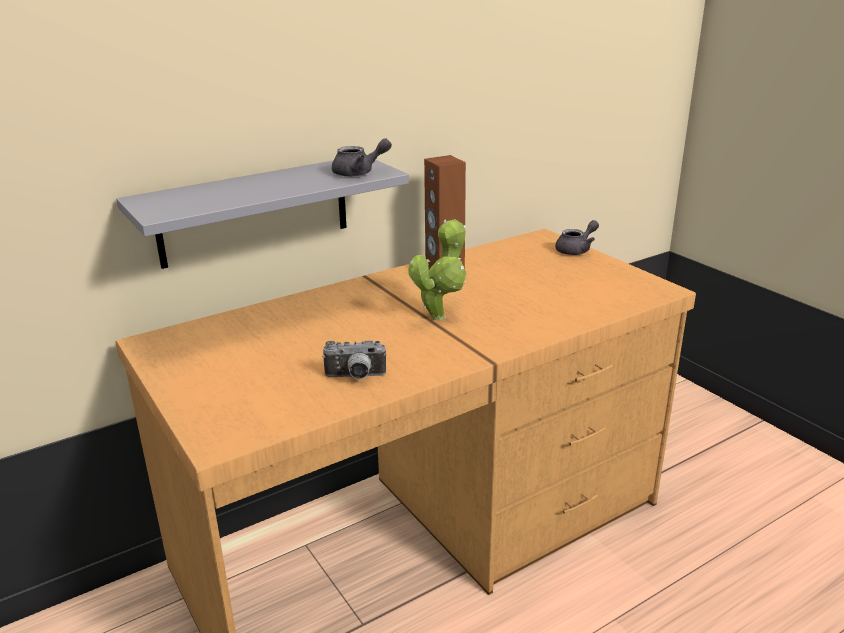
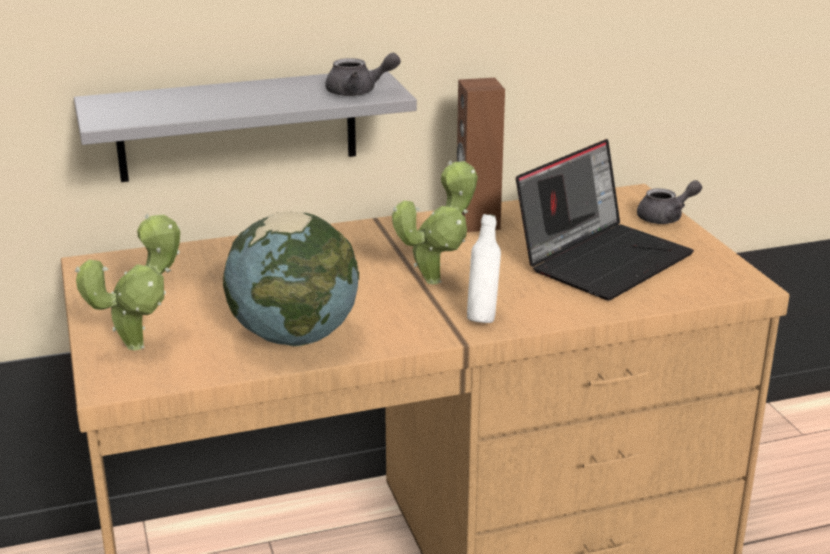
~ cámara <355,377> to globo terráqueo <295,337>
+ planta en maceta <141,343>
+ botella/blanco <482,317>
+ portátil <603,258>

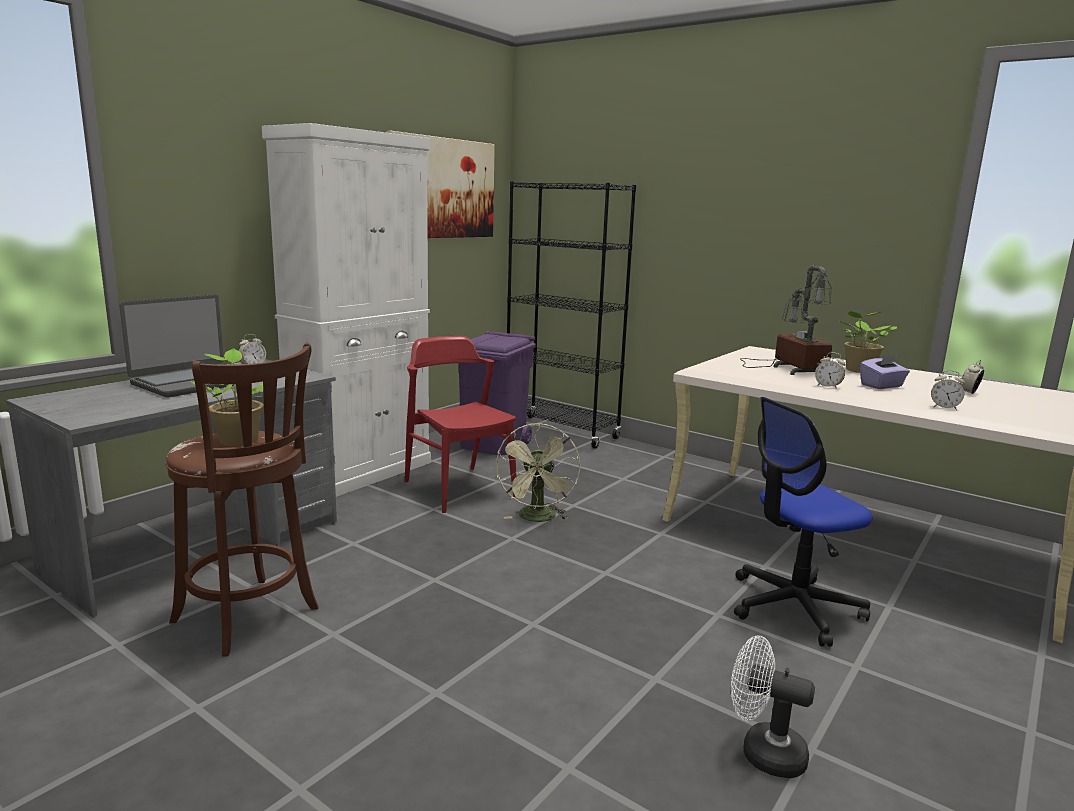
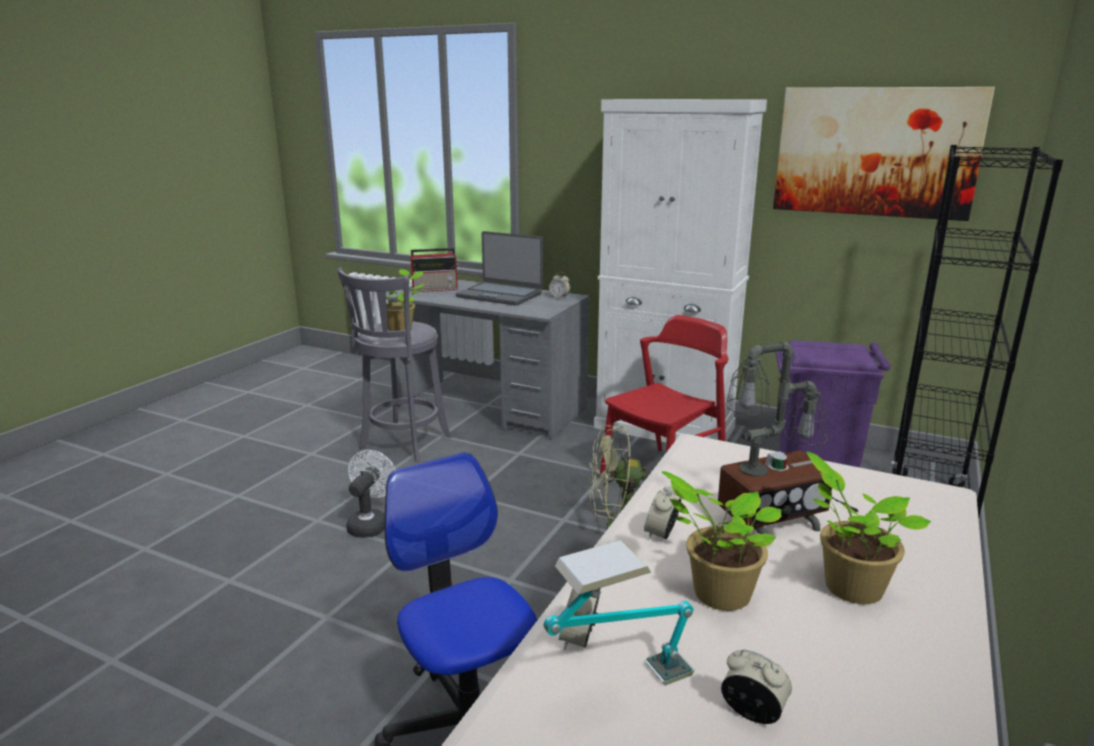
~ taburete/marrón <250,617> to taburete/gris <402,444>
~ ventilador/blanco <763,752> to <370,524>
~ caja de pañuelos/morado <882,386> to planta en maceta <717,594>
+ radio <436,289>
+ lámpara de mesa <620,687>

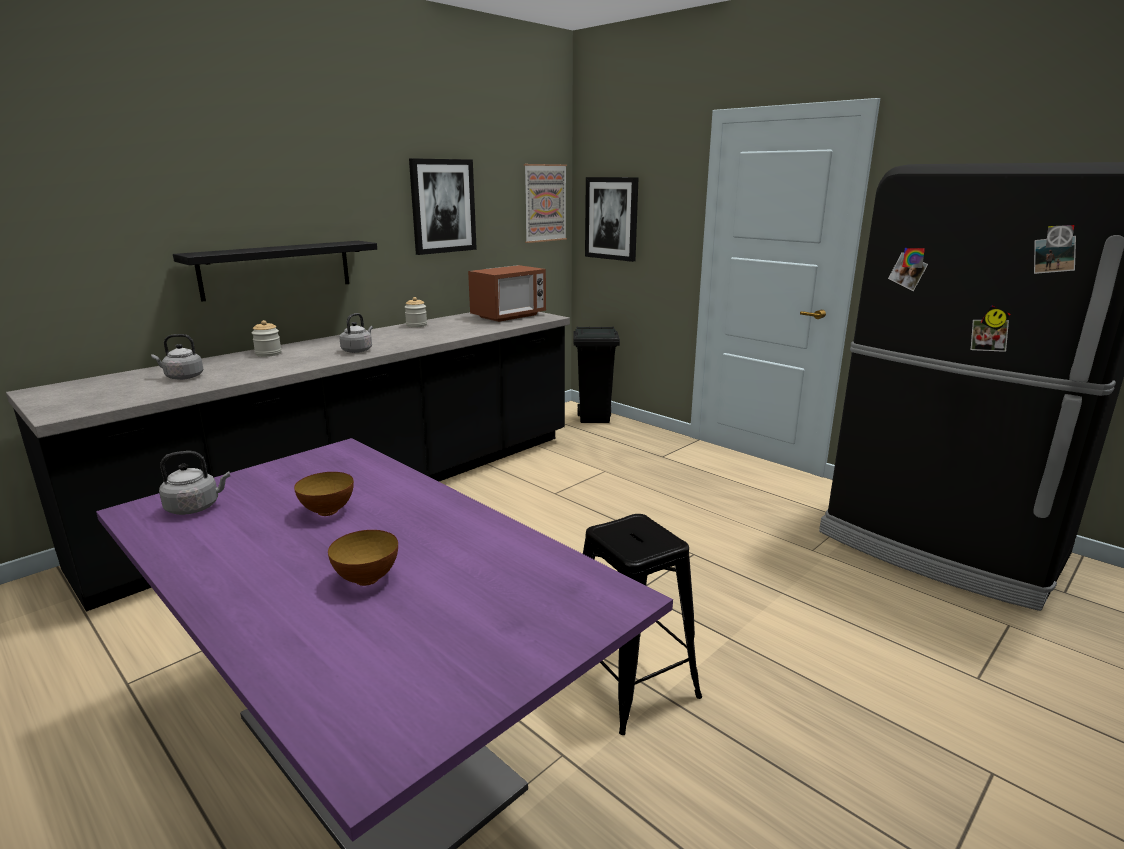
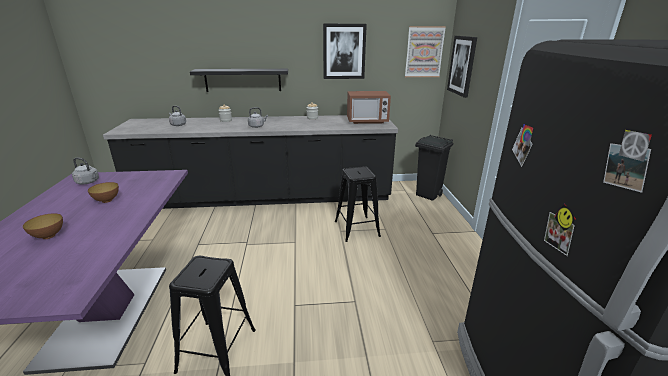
+ taburete/negro <357,228>

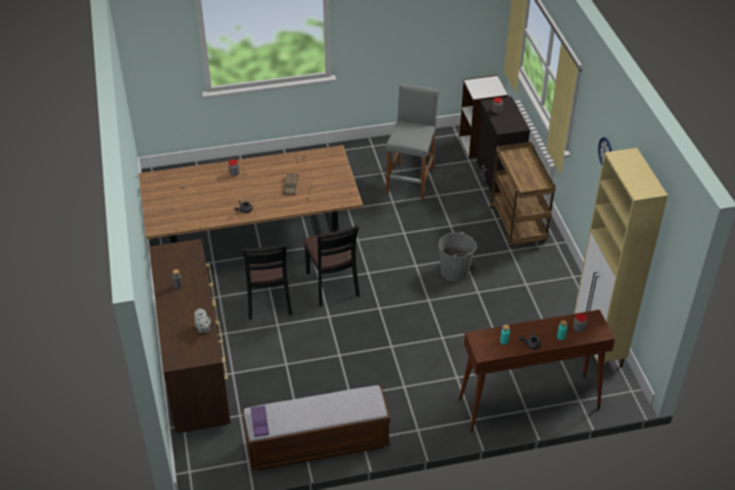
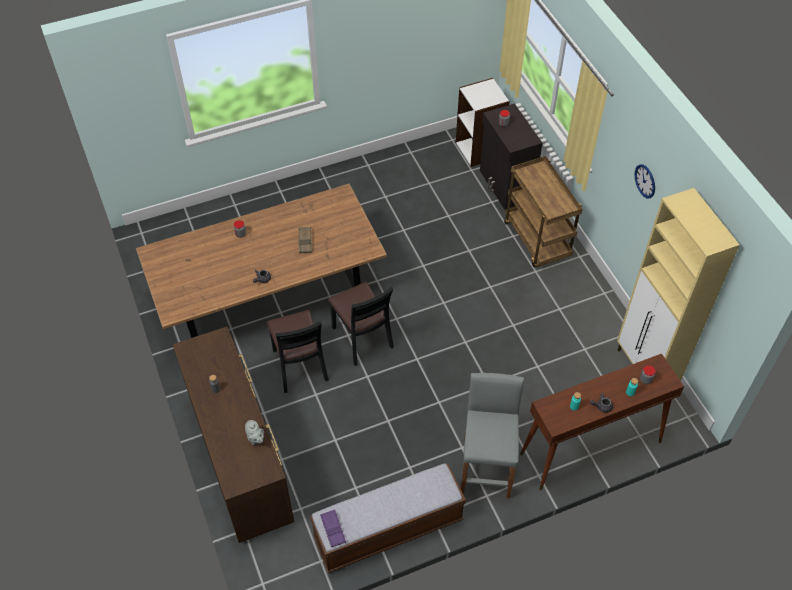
~ taburete/gris <410,180> to <486,467>
- cubo/gris <455,271>

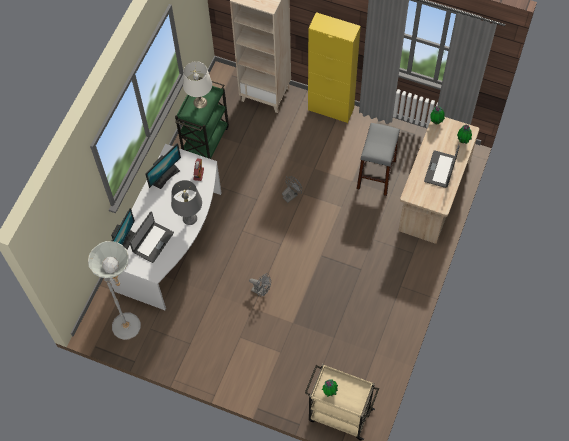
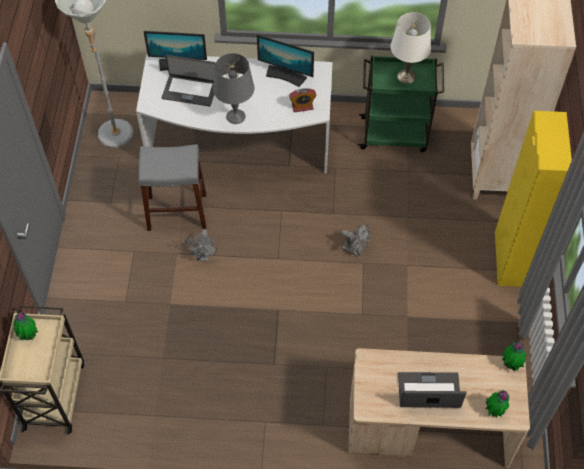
~ taburete/gris <376,174> to <177,212>

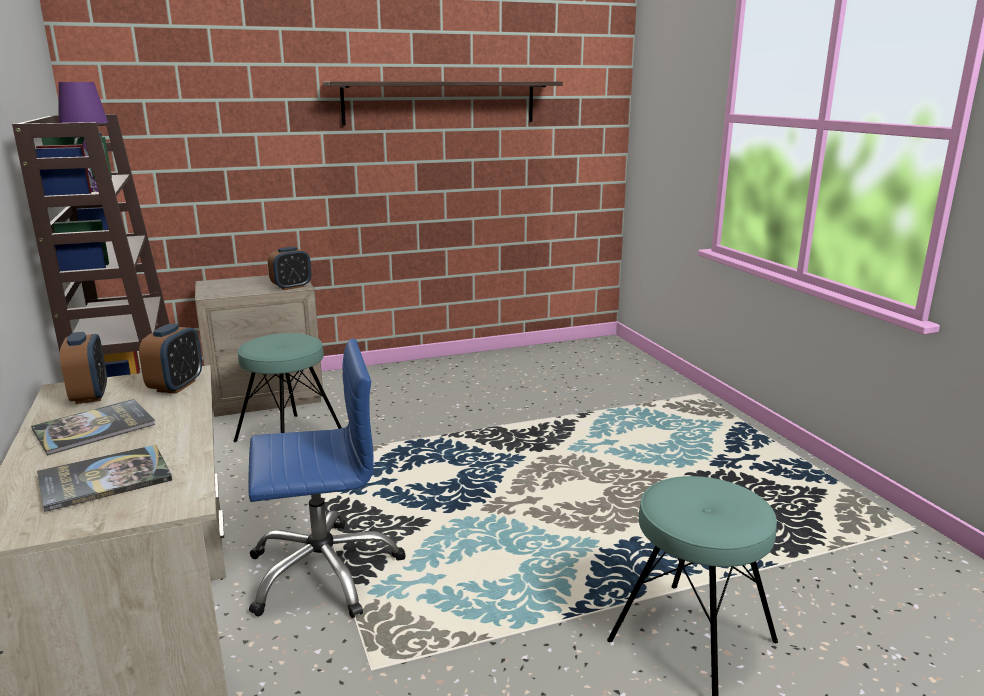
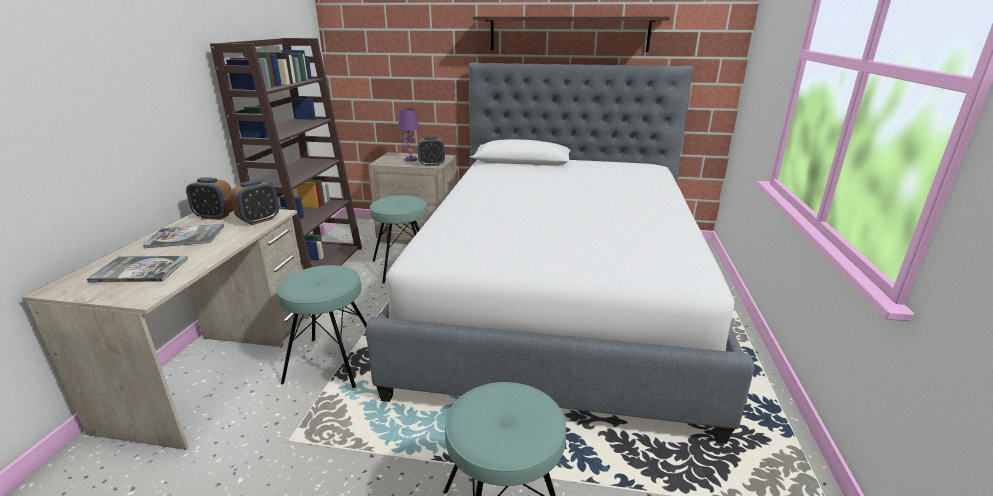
~ lámpara de mesa/morado <94,190> to <410,159>
~ despertador <90,396> = <215,216> 90 degrees clockwise
~ silla de oficina/azul <323,571> to taburete/turquesa <332,362>
+ cama <559,300>

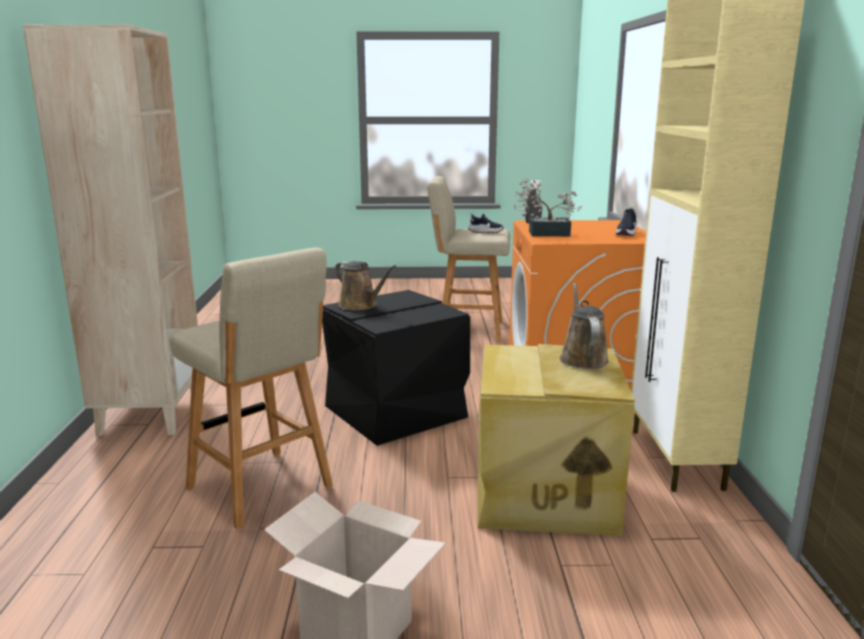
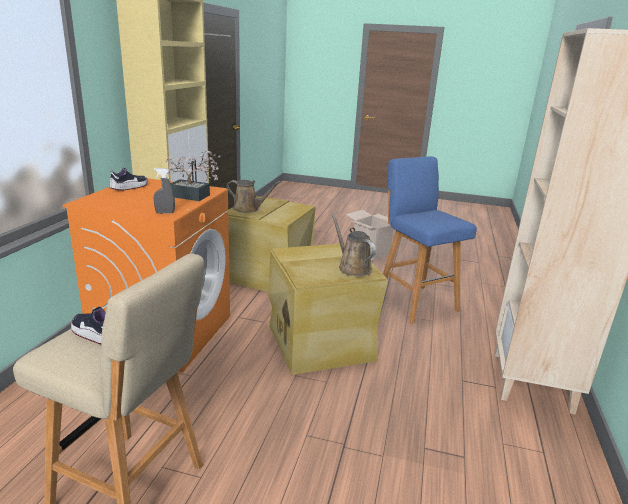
~ taburete/beis <262,489> to taburete/azul <415,302>
~ caja de almacenaje/negro <397,411> to caja de almacenaje/beis <319,341>
~ regadera/marrón <582,358> = <248,209> 90 degrees counterclockwise

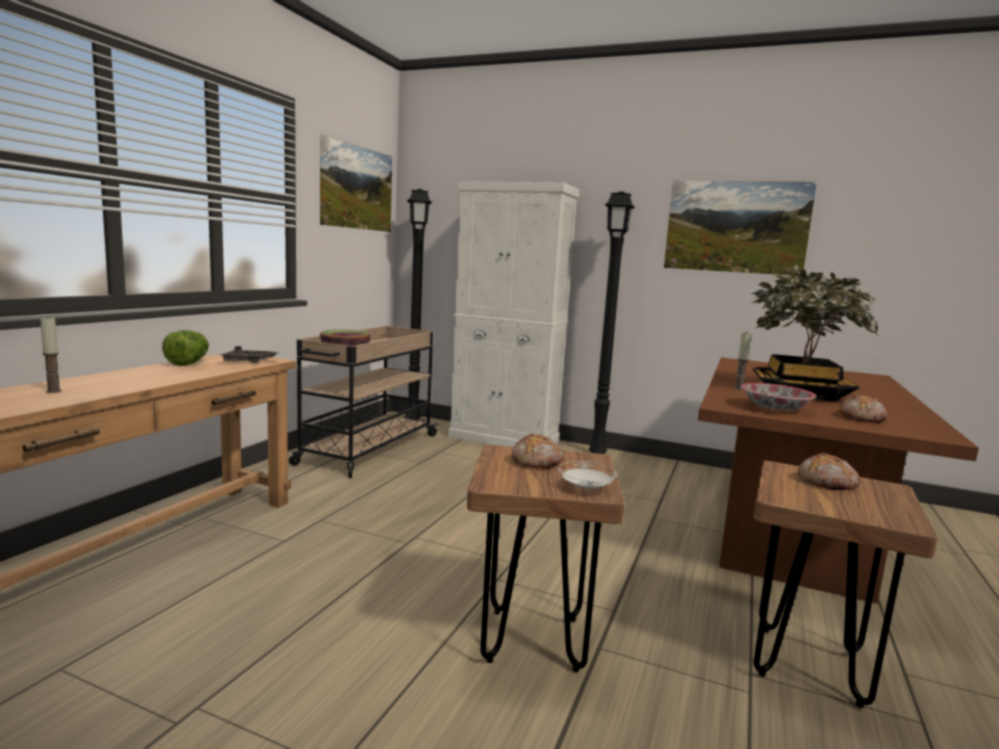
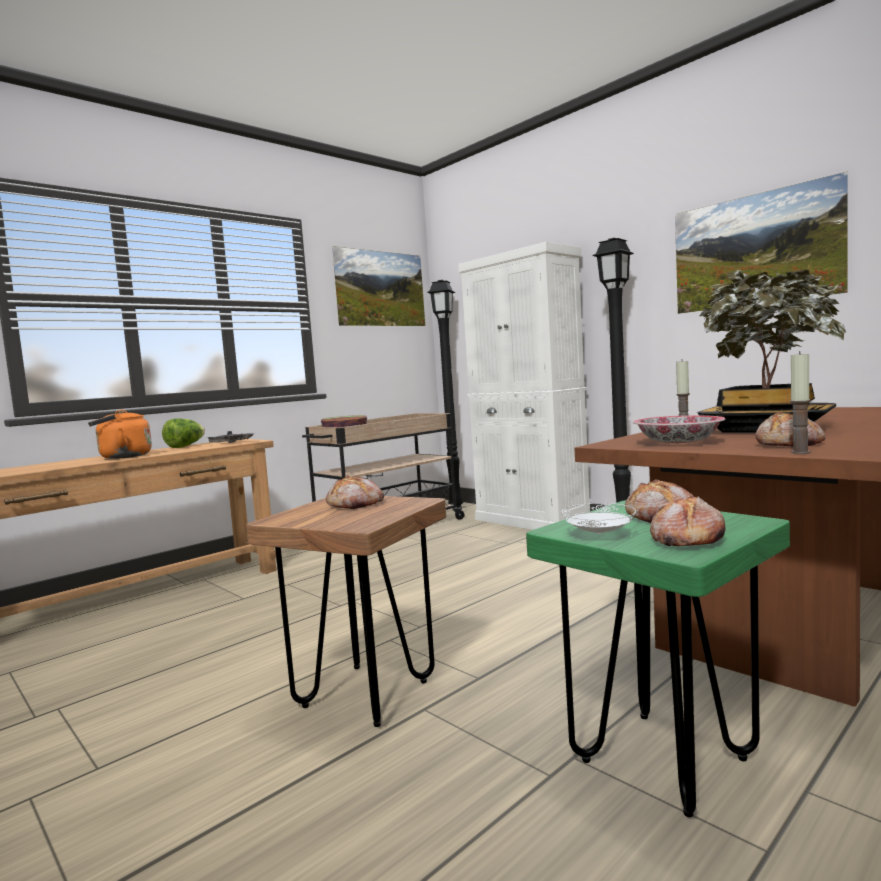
~ vela <53,391> to <800,452>
~ plato/blanco <586,488> to <599,534>
~ taburete/marrón <807,665> to taburete/verde <662,760>
+ hervidor/naranja <122,457>
+ pan <685,539>

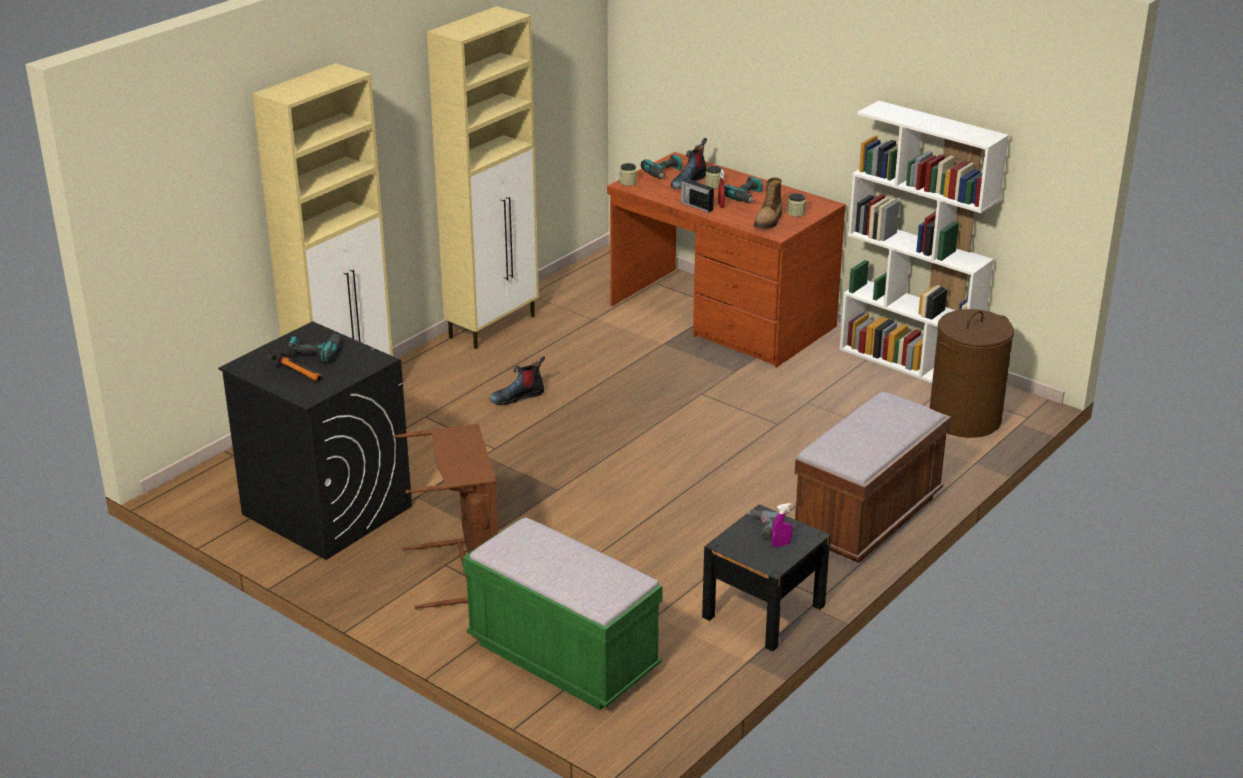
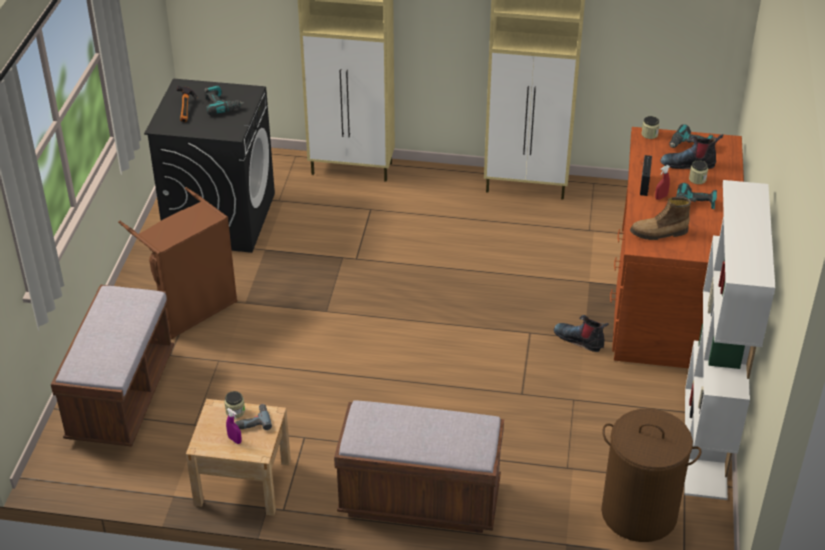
~ banco/verde <562,657> to banco/marrón <122,397>
~ bota <517,396> to <580,340>
~ mesita de noche/negro <763,611> to mesita de noche/beis <243,482>
~ tarro <796,213> to <235,411>

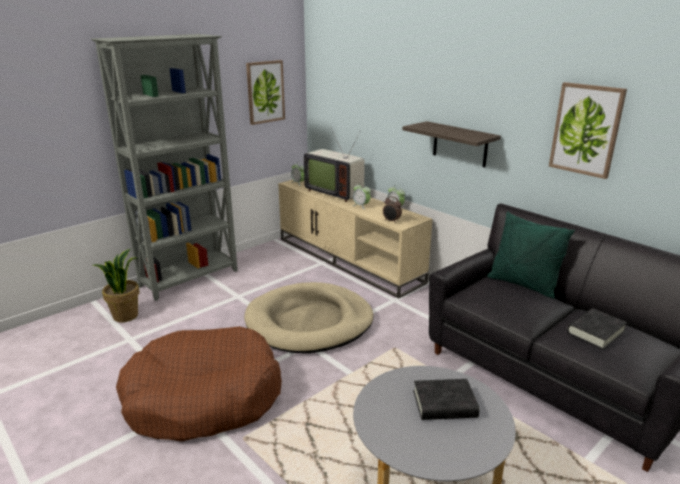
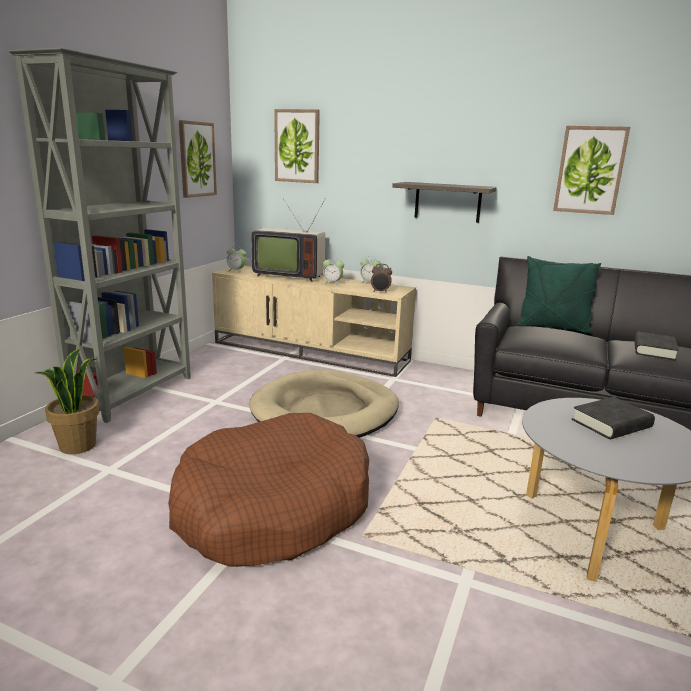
+ cuadro <297,146>

